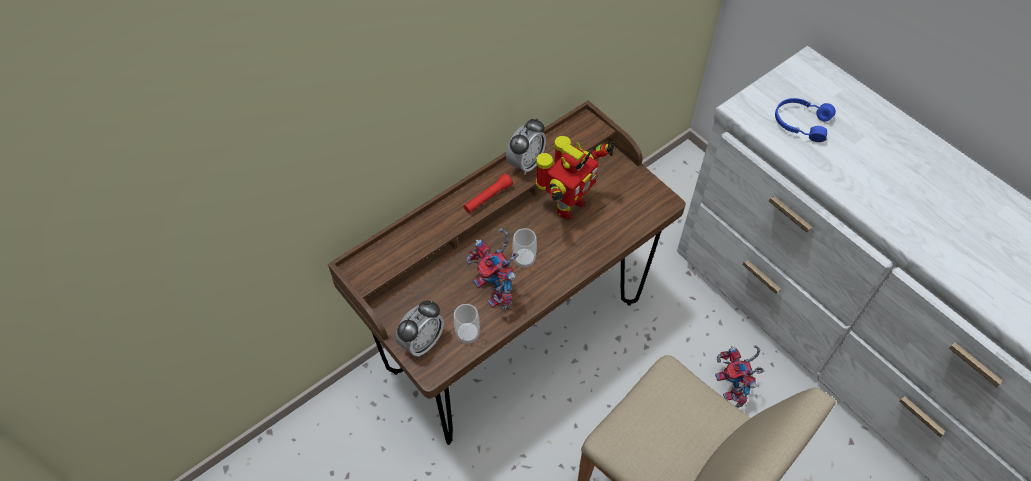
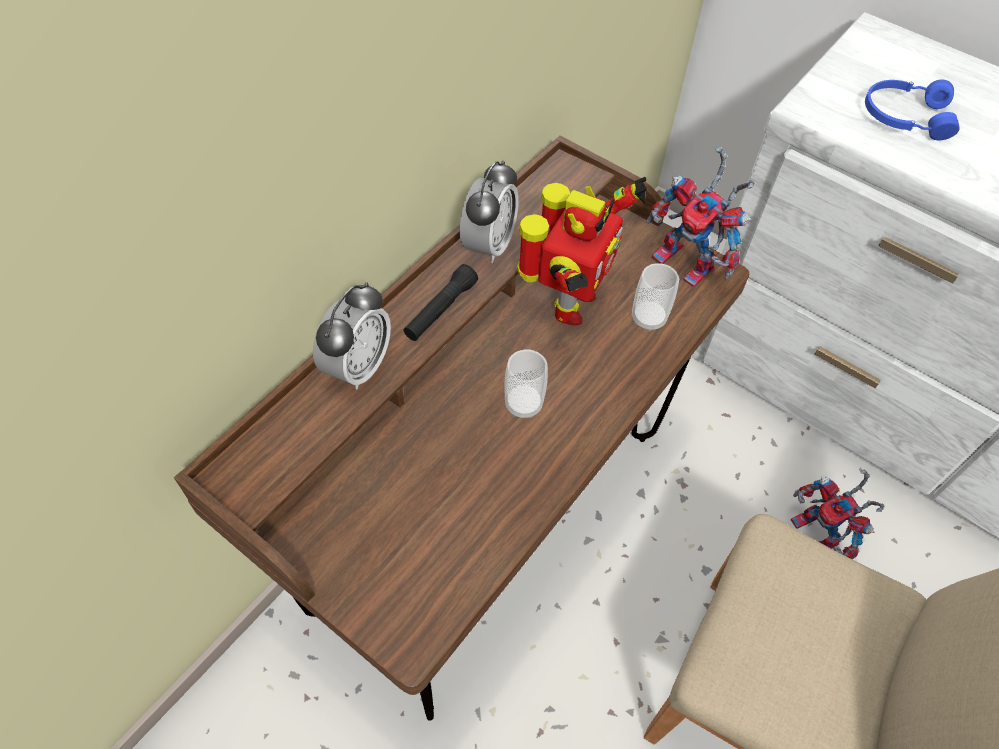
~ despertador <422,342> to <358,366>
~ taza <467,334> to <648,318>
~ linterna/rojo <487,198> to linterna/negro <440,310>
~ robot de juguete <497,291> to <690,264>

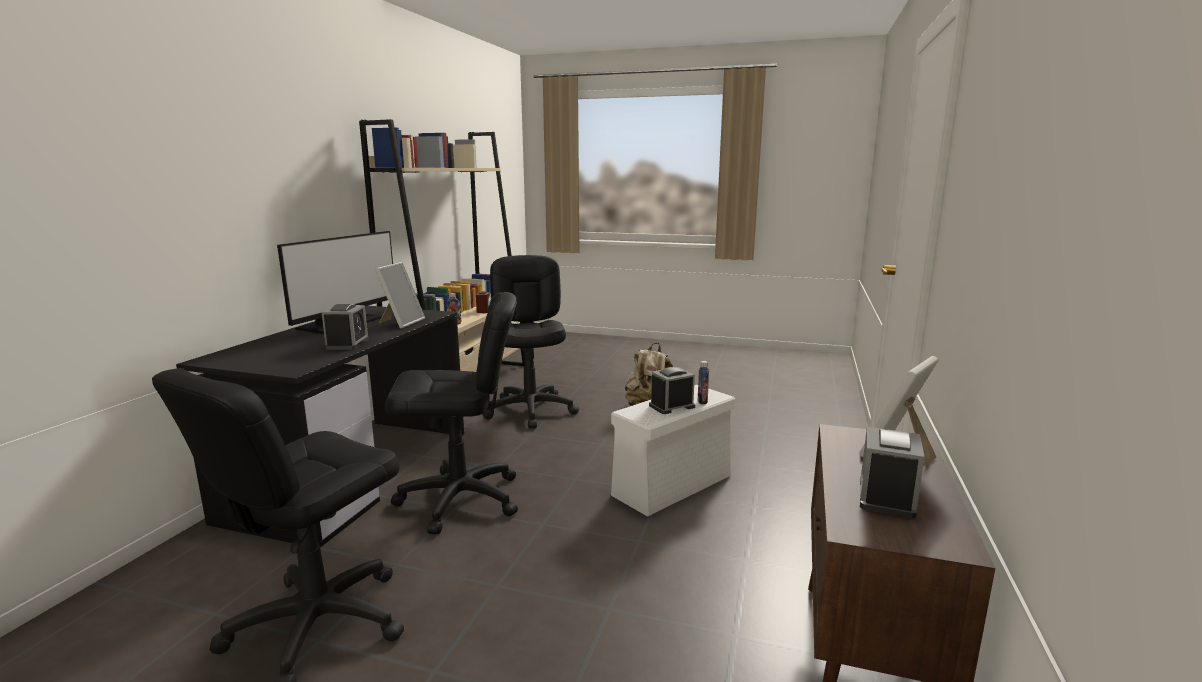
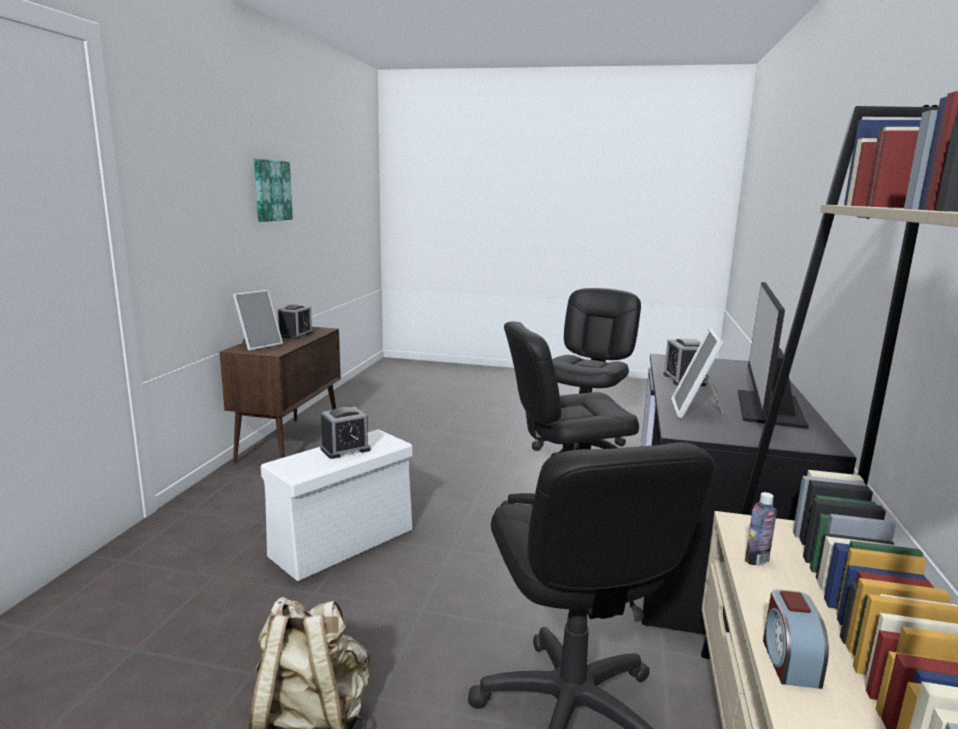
- botella <702,401>
+ cuadro <271,190>

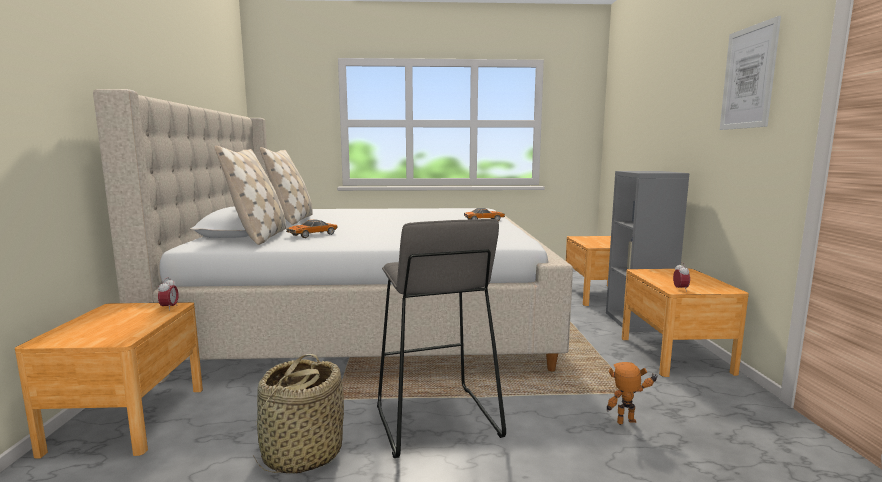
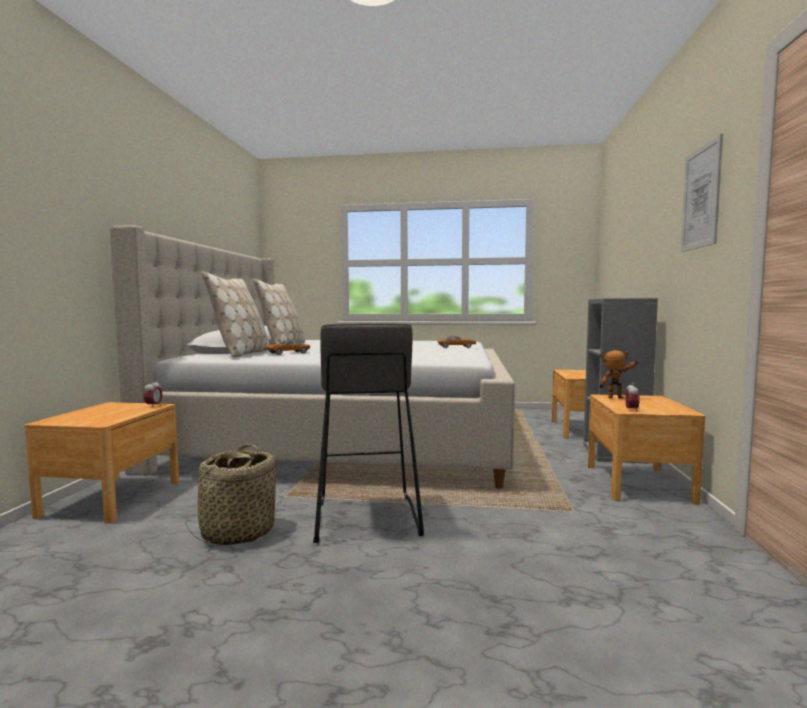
~ robot de juguete <628,424> to <617,398>

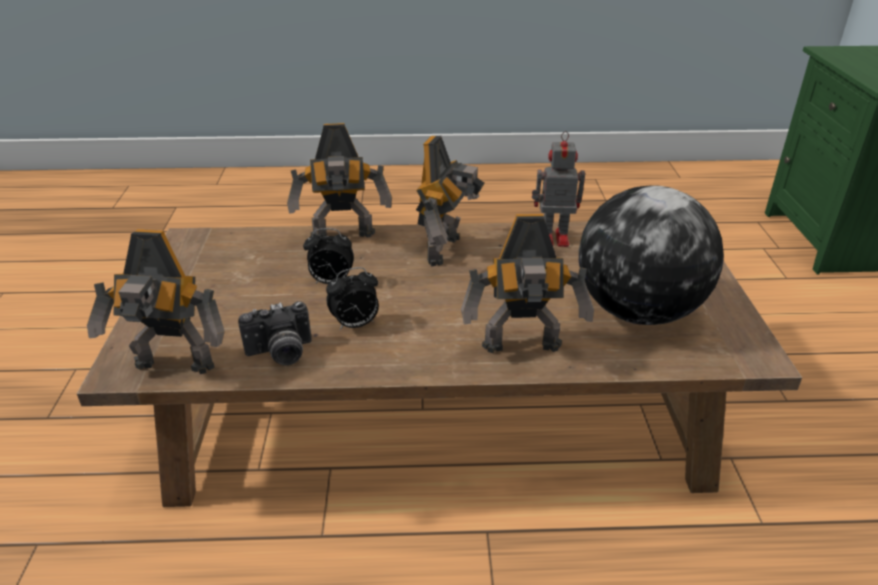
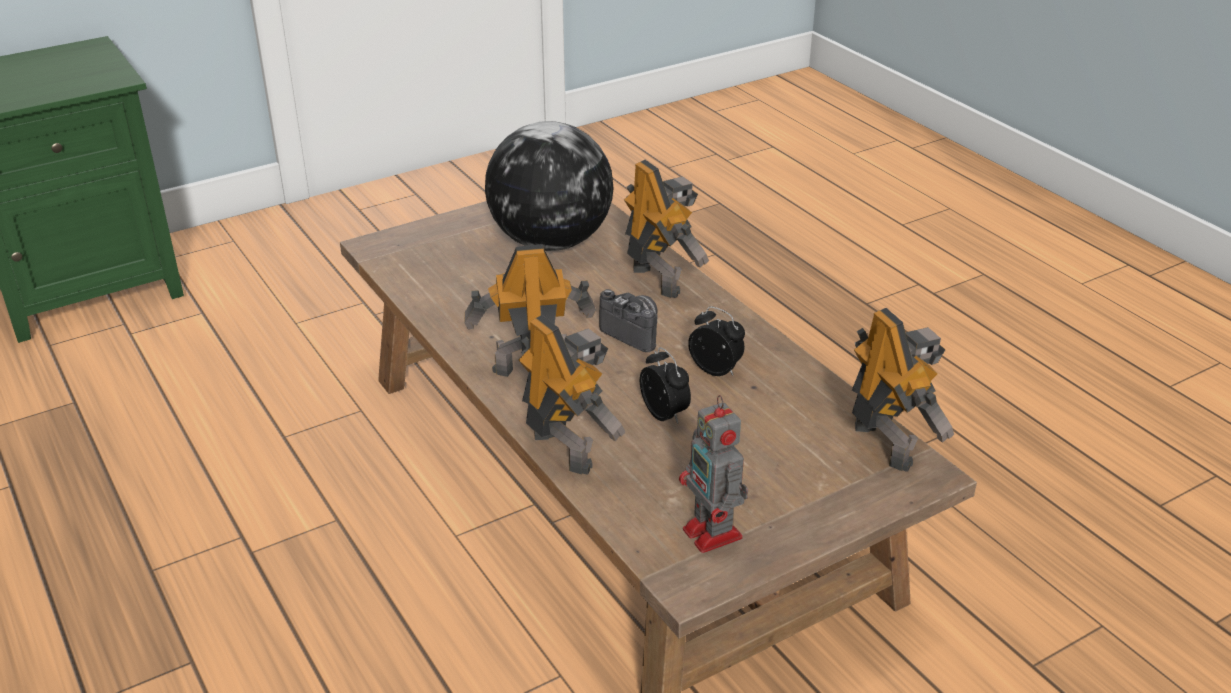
~ cámara <280,354> to <635,332>
~ robot de juguete <552,238> to <714,535>

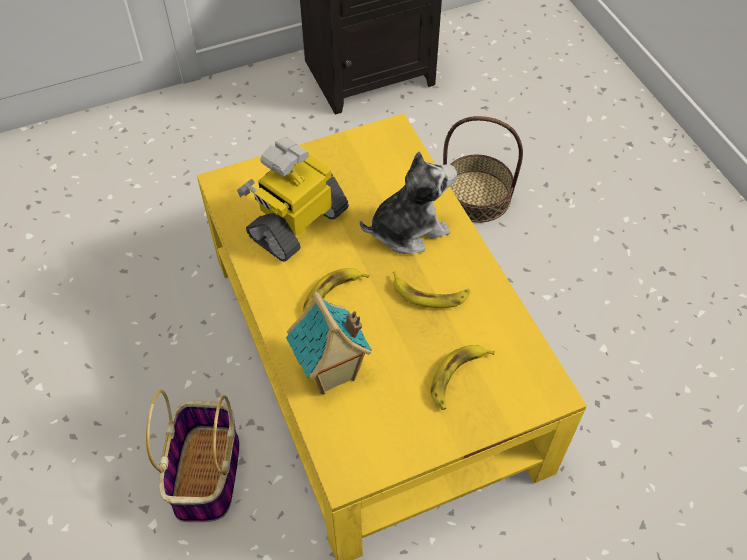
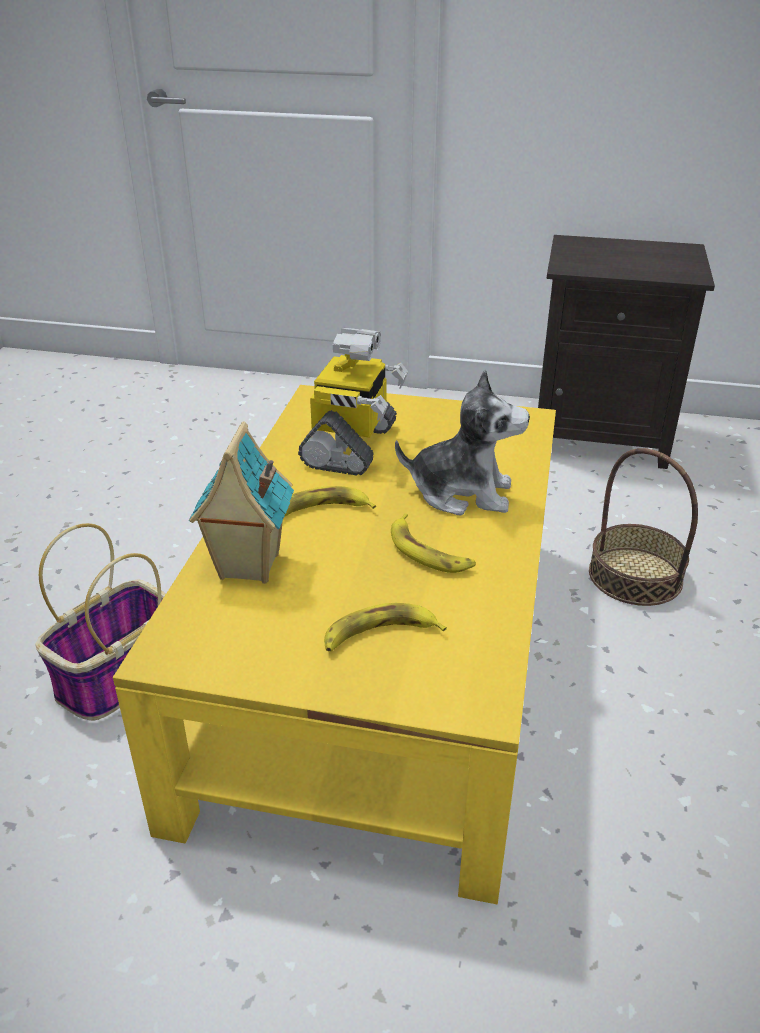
~ robot de juguete <297,223> = <352,446> 120 degrees clockwise

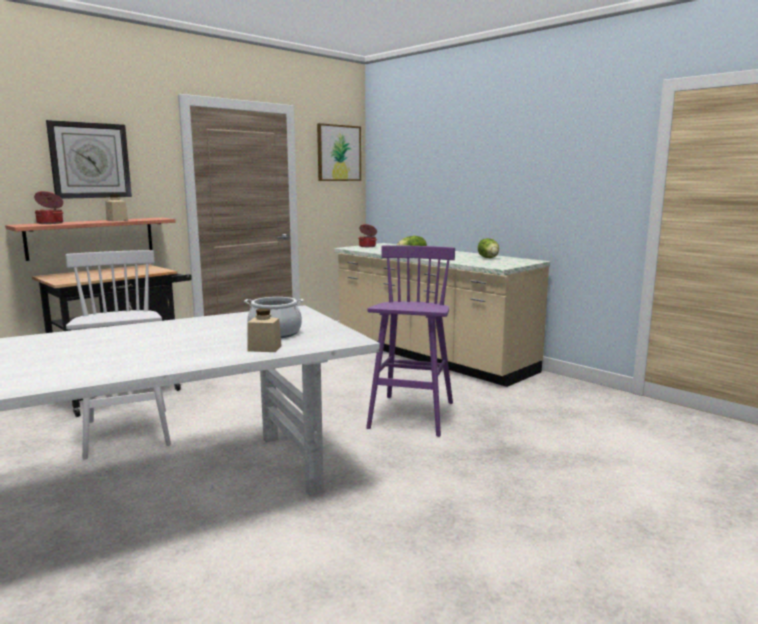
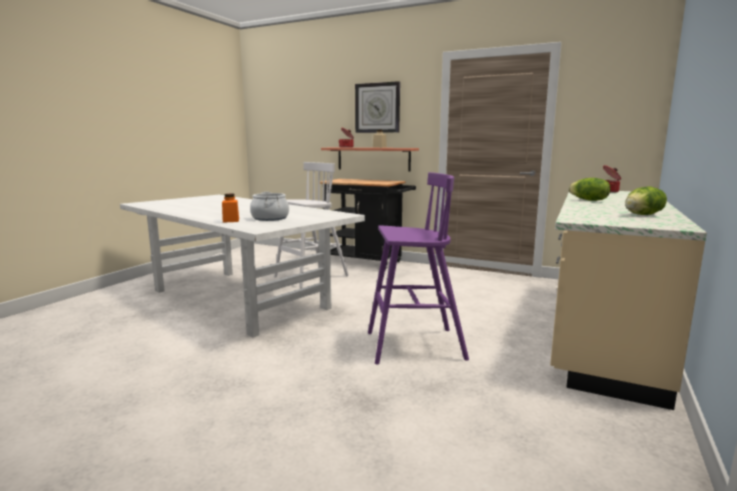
~ tarro/beis <264,348> to tarro/naranja <231,220>
- cuadro <338,153>

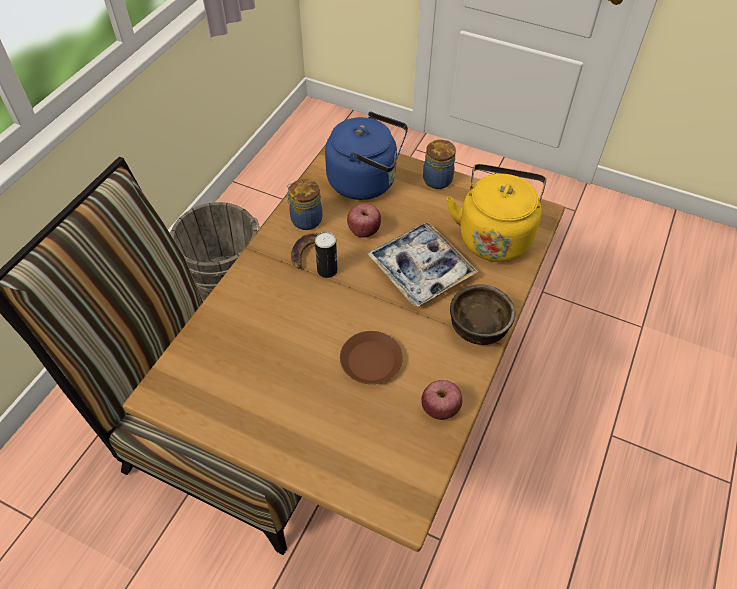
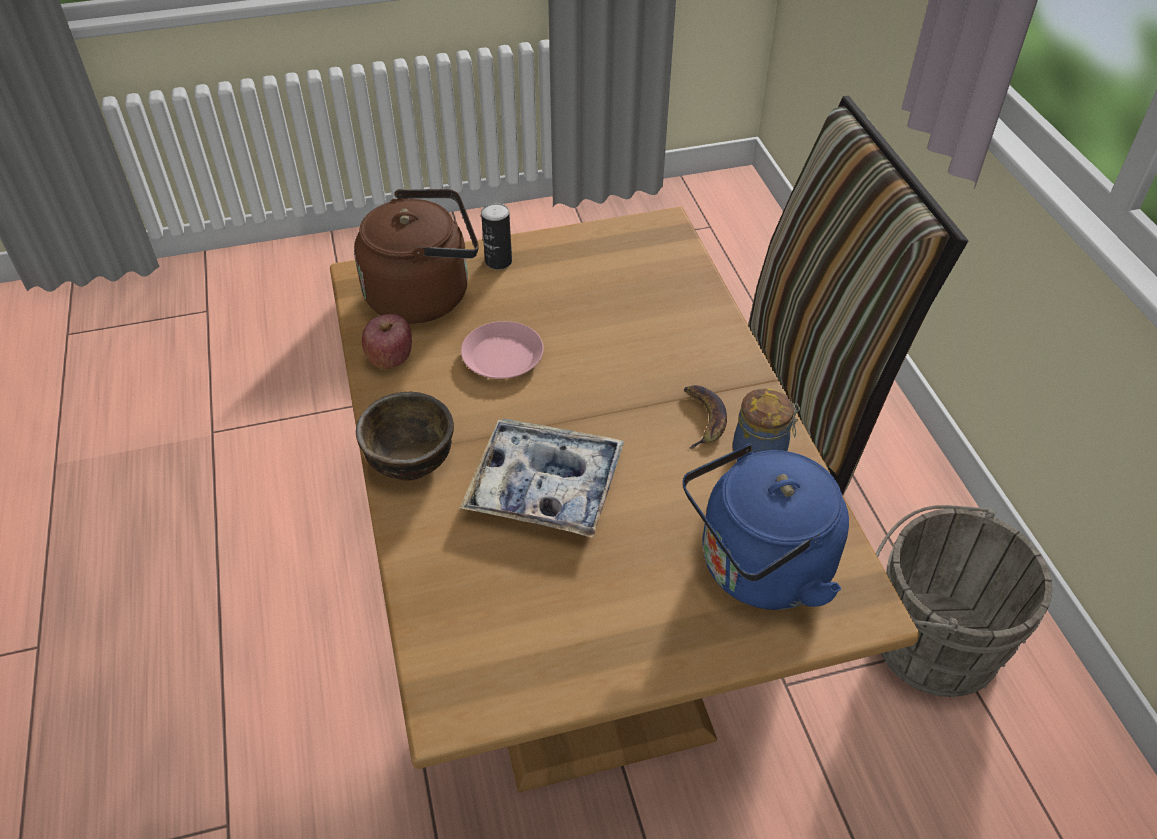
~ lata <327,270> to <498,261>
~ plato/marrón <370,360> to plato/rosa <503,357>
- manzana <364,231>
- tarro <438,179>
- hervidor/amarillo <494,235>
+ hervidor/marrón <425,294>

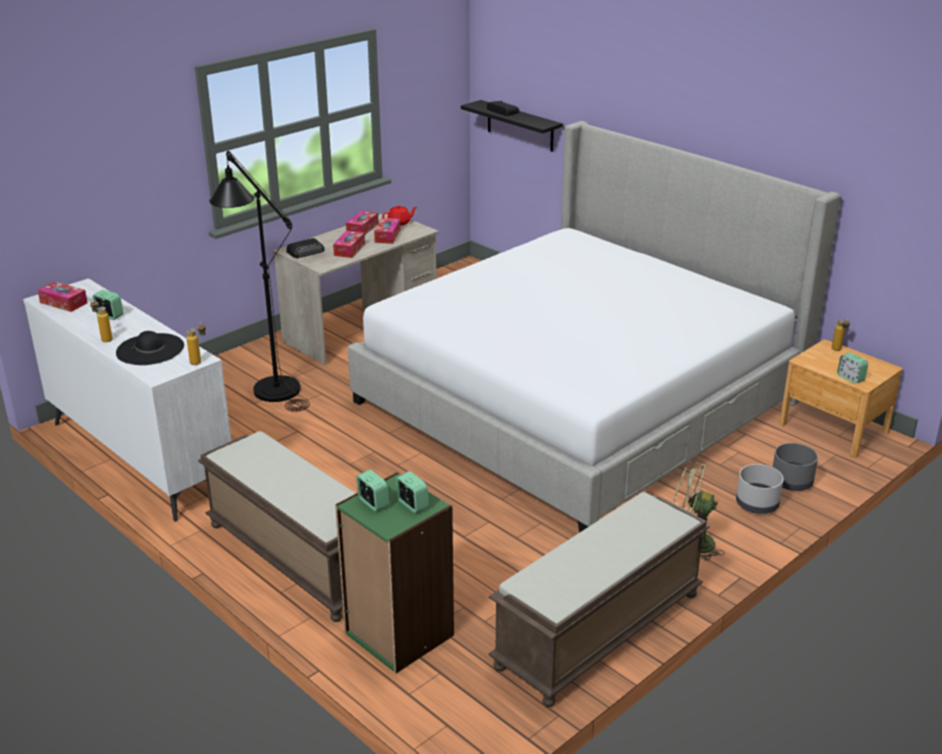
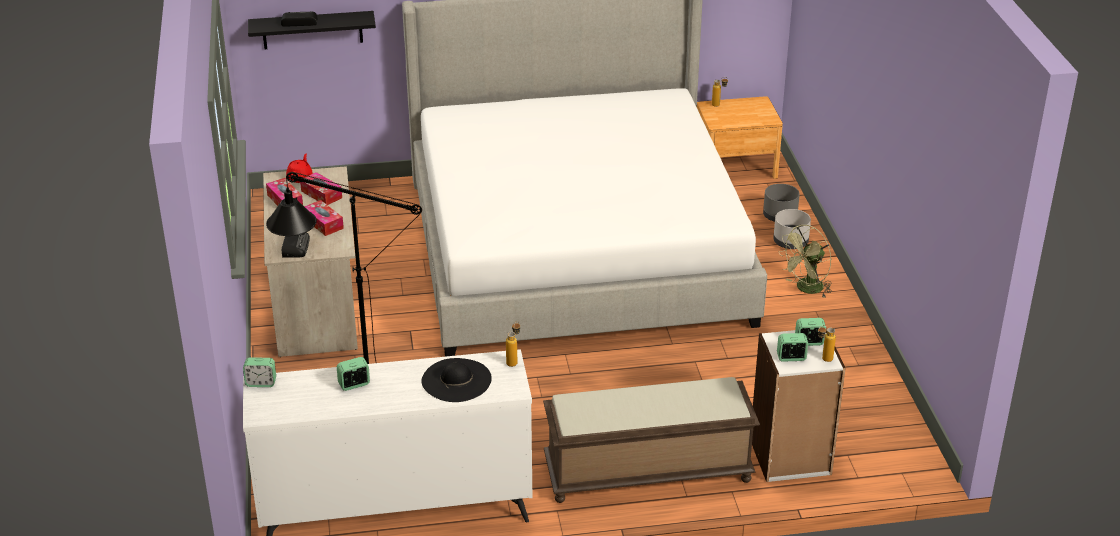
- caja de pañuelos <63,303>
~ botella <104,339> to <823,360>
~ estantería/verde <398,634> to estantería/blanco <790,457>
- banco/marrón <599,632>
~ despertador <850,378> to <261,383>

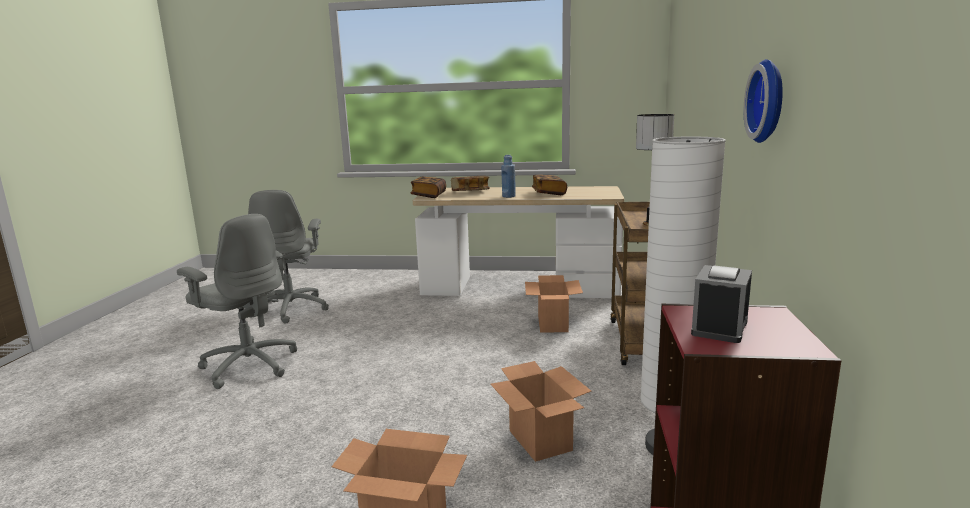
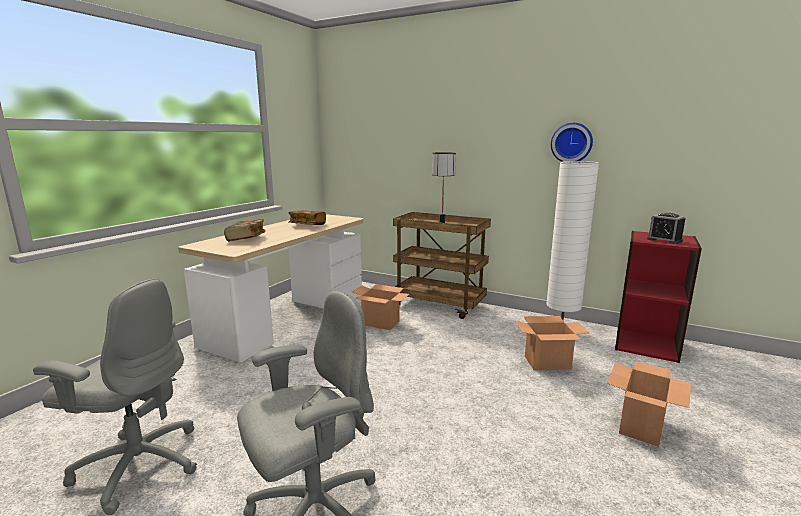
- libro <429,195>
- botella/azul <508,196>

